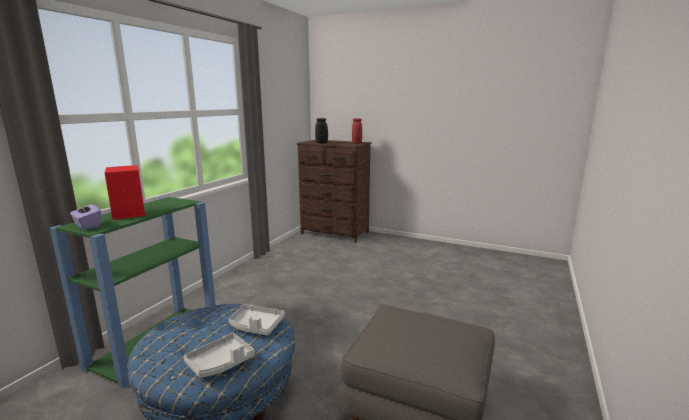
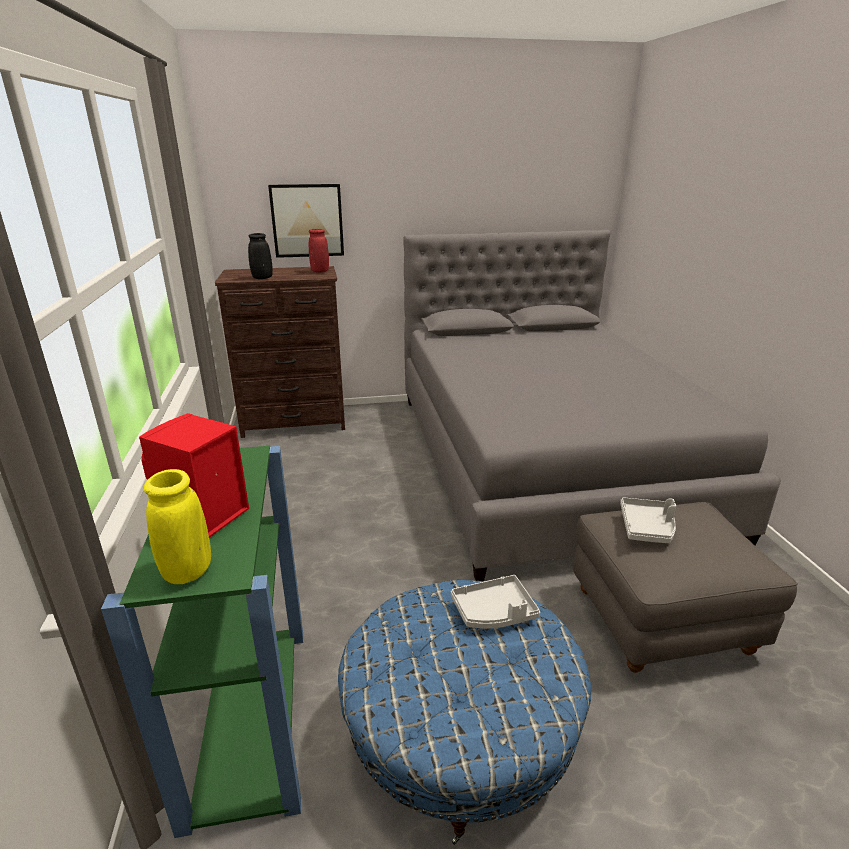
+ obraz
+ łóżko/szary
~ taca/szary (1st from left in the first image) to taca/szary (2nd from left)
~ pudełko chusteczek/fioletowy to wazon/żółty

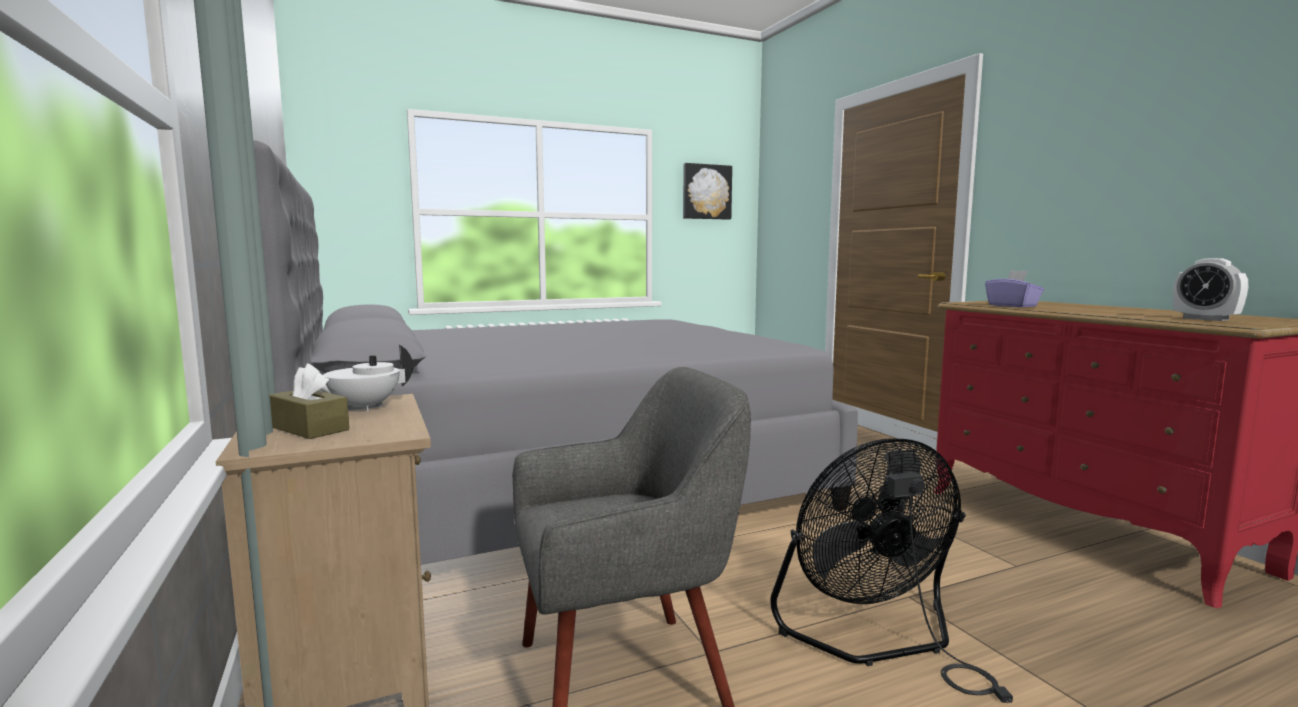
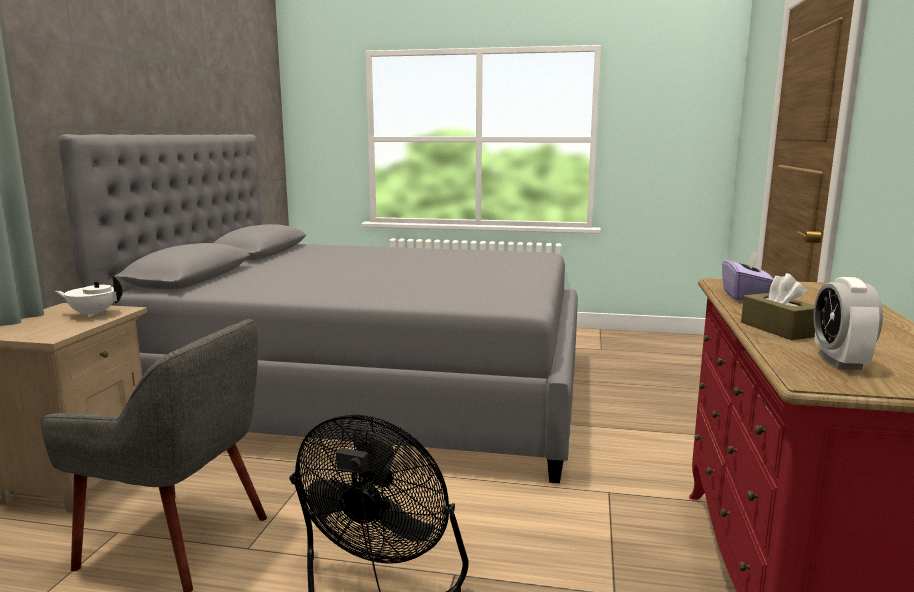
- obraz
~ pudełko chusteczek/brązowy

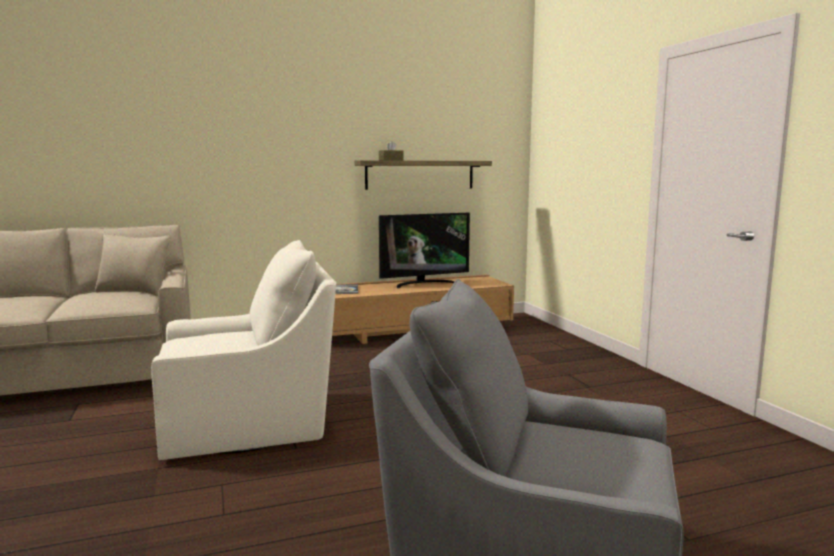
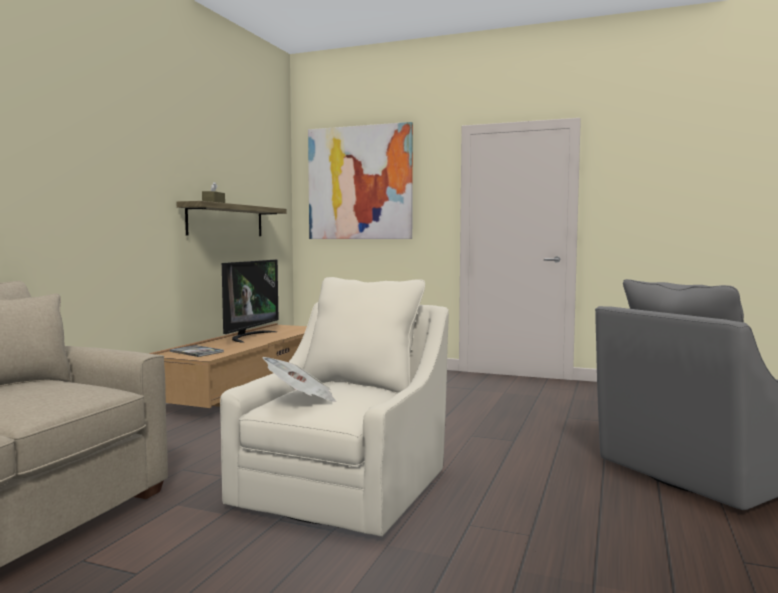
+ gazeta
+ obraz

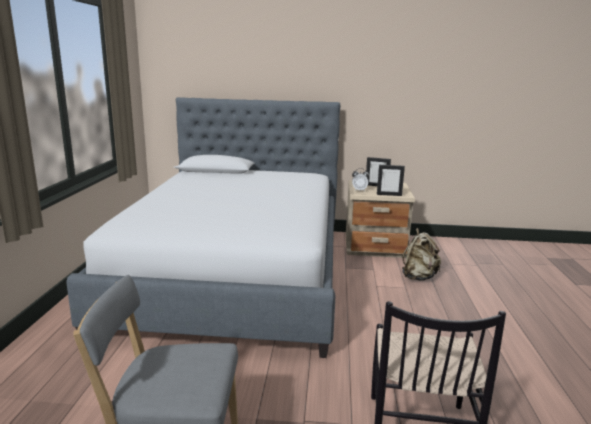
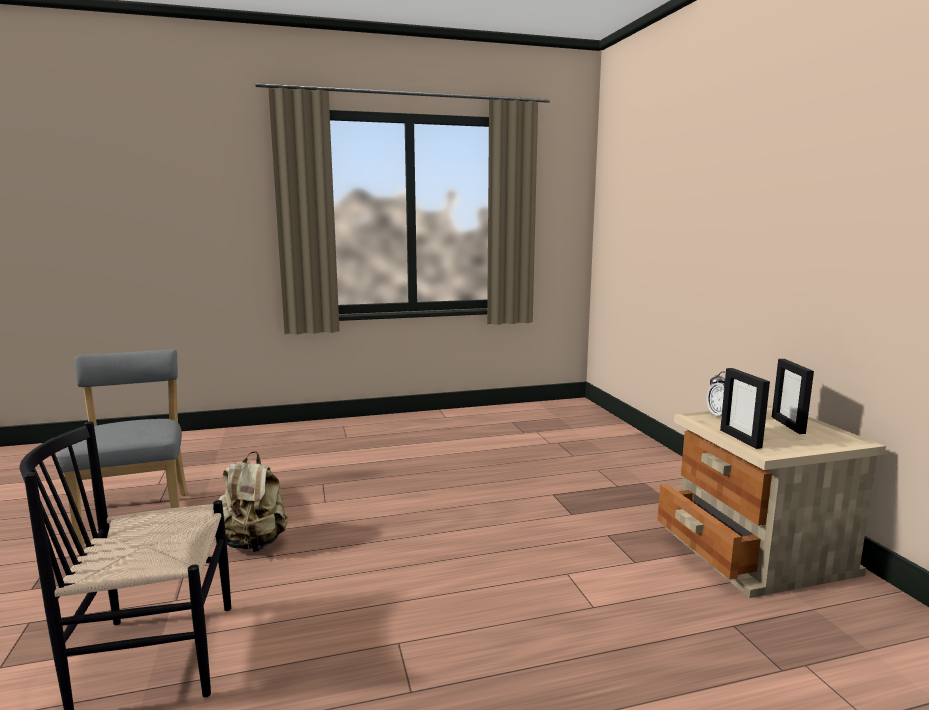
- łóżko
~ plecak/beżowy

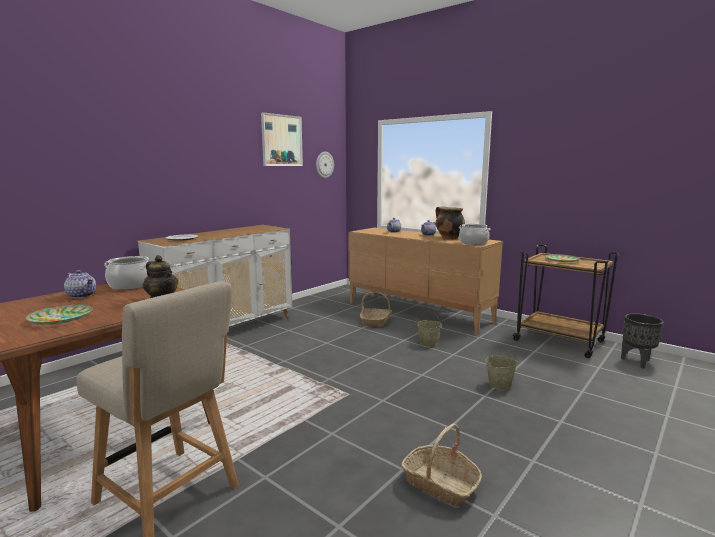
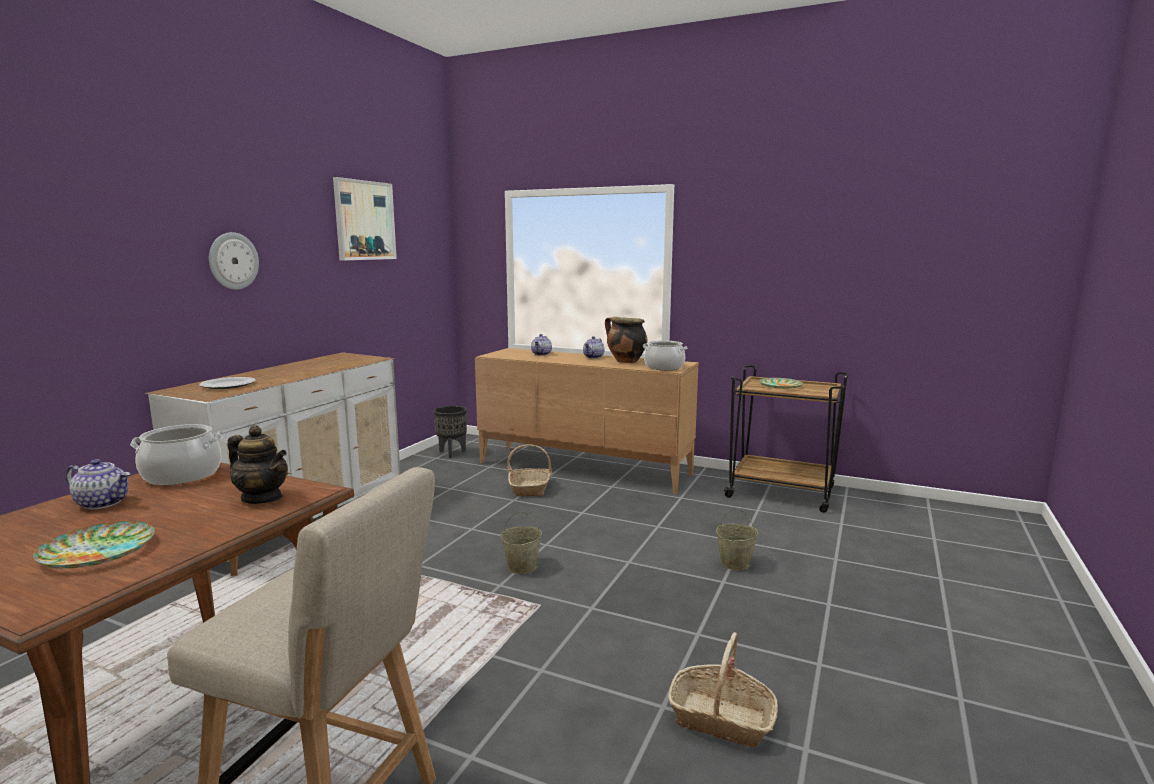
~ zegar ścienny
~ wiadro/beżowy (1st from left)
~ donica/czarny

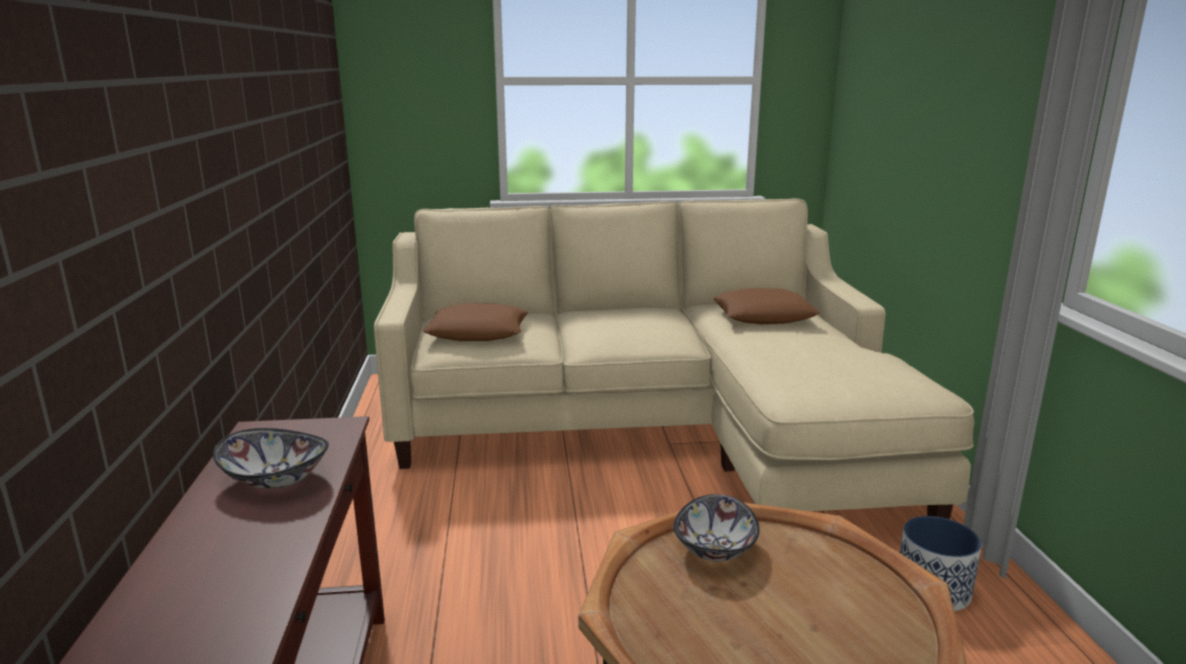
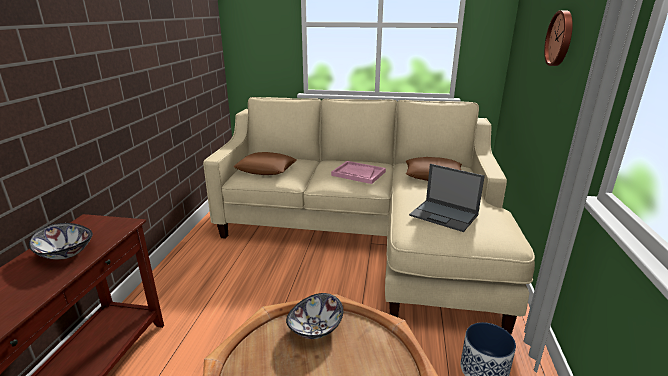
+ taca/różowy
+ laptop
+ zegar ścienny

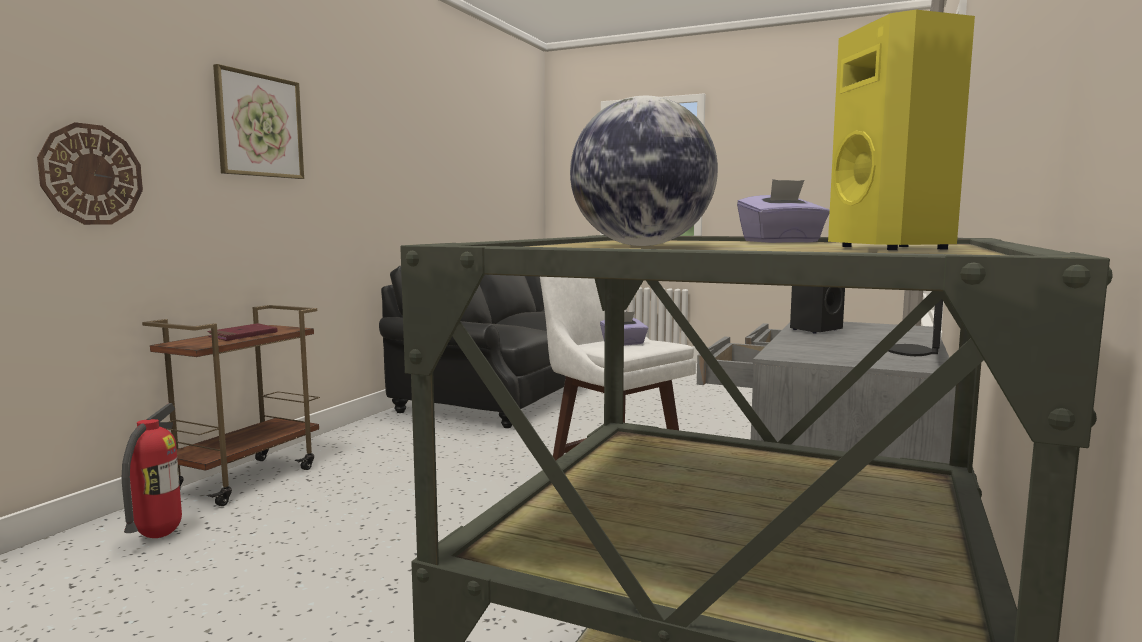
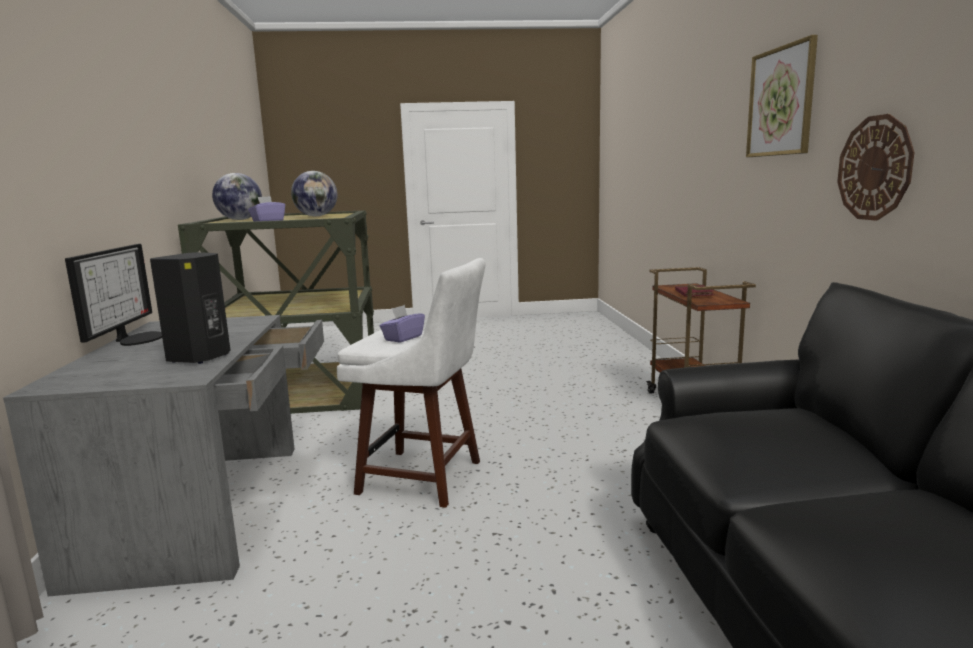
- gaśnica
~ zegar ścienny
~ głośnik/żółty to globus (1st from left)

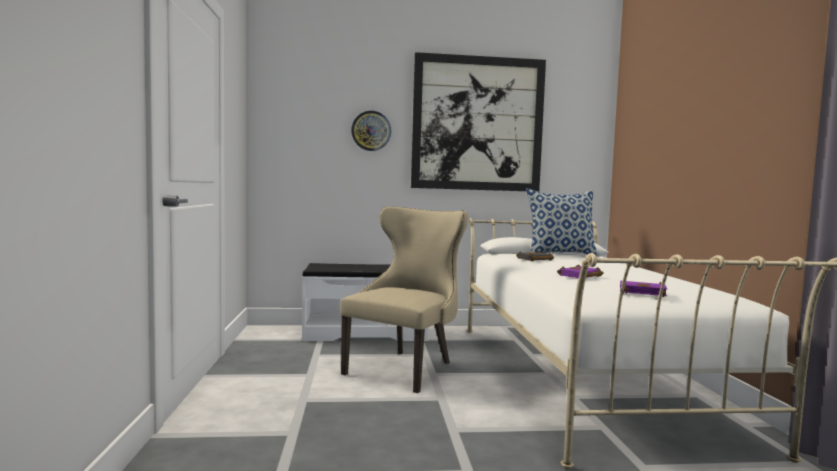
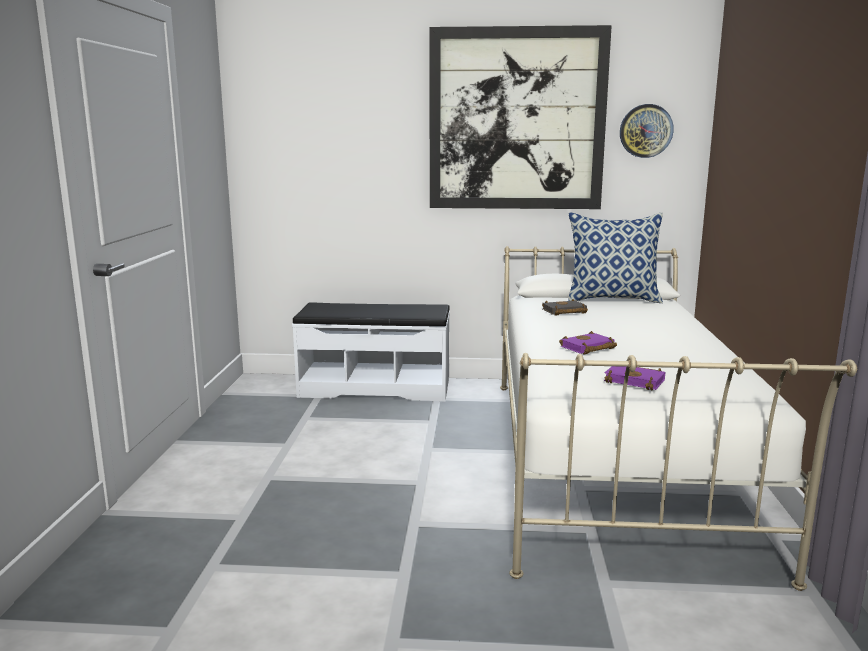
- krzesło/beżowy
~ zegar ścienny

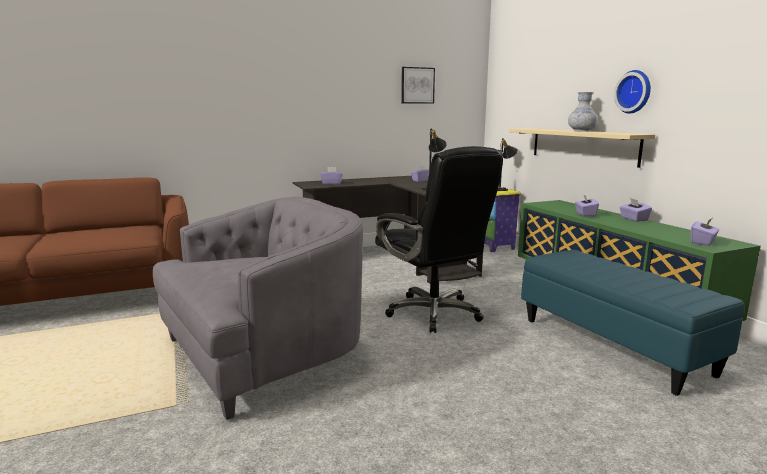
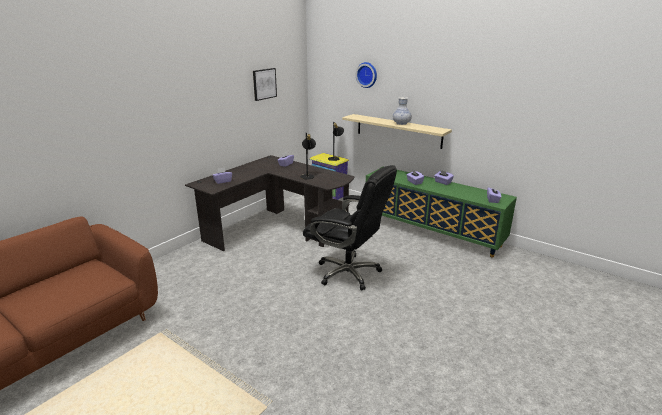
- fotel/szary
- pufa/niebieski
~ zegar ścienny

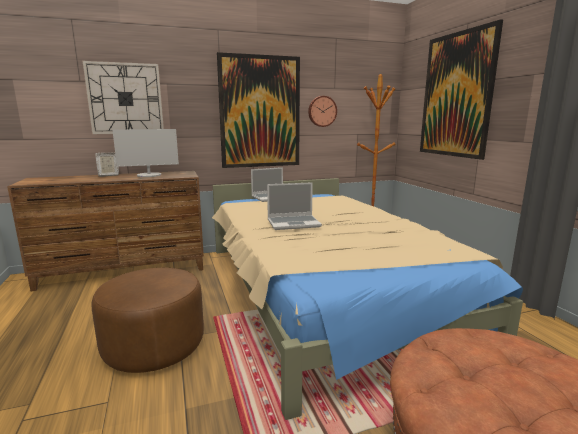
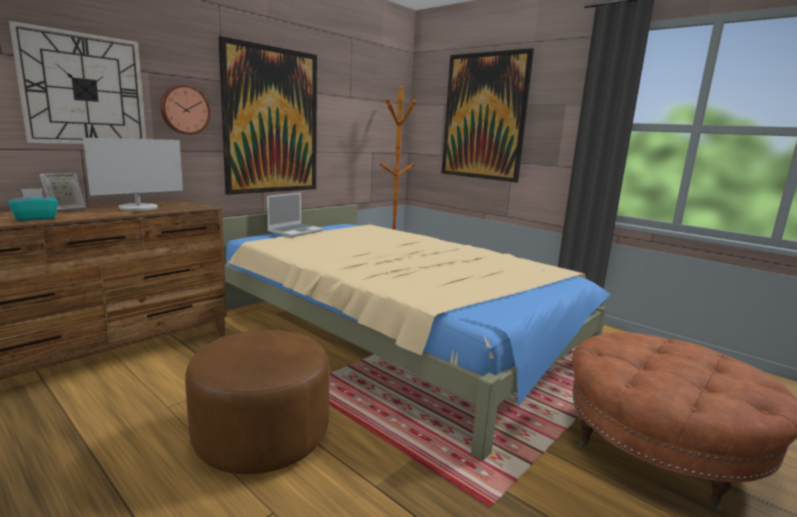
- laptop (2nd from left)
+ pudełko chusteczek/turkusowy
~ zegar ścienny (2nd from left)

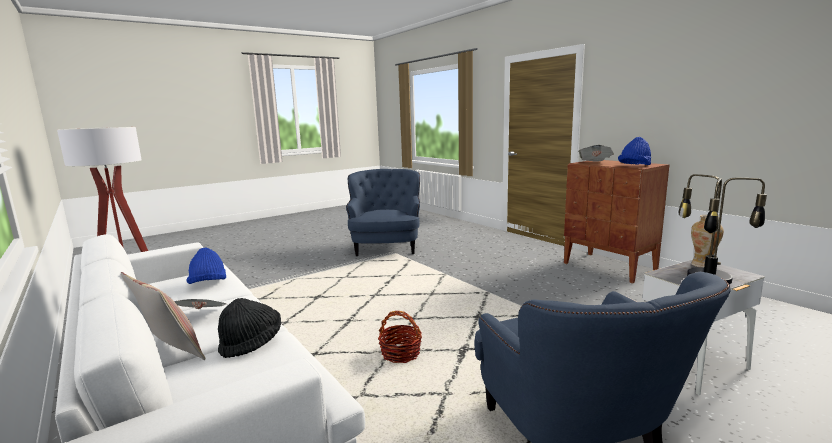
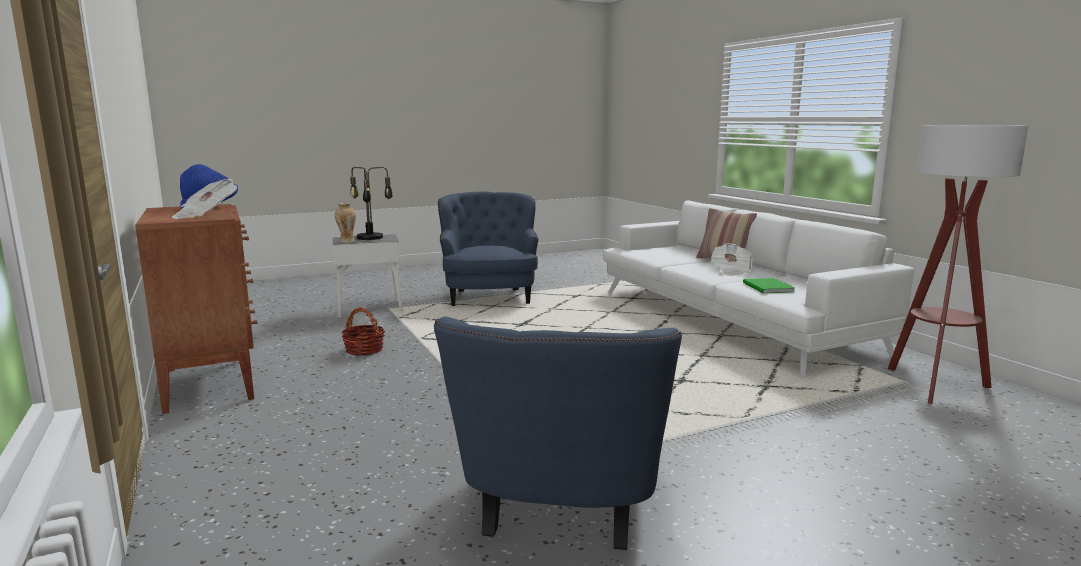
- kapelusz/czarny
~ koszyk
~ kapelusz/niebieski (1st from left) to książka/zielony

